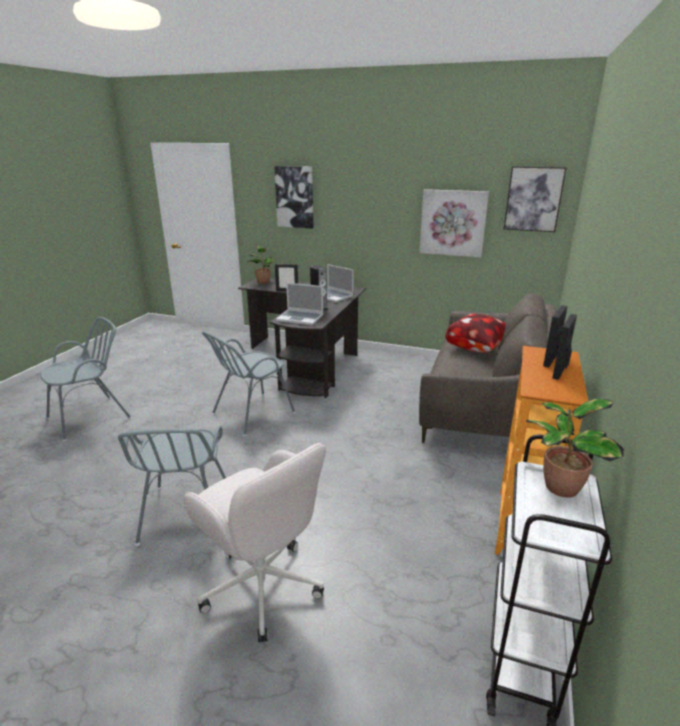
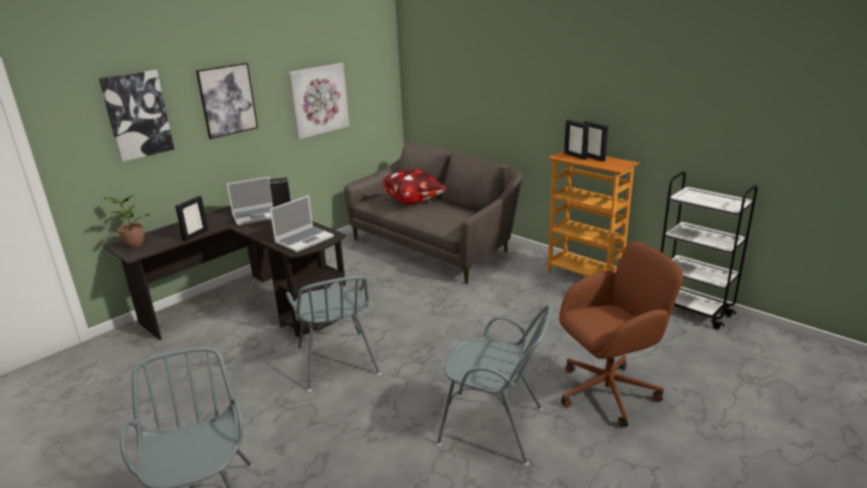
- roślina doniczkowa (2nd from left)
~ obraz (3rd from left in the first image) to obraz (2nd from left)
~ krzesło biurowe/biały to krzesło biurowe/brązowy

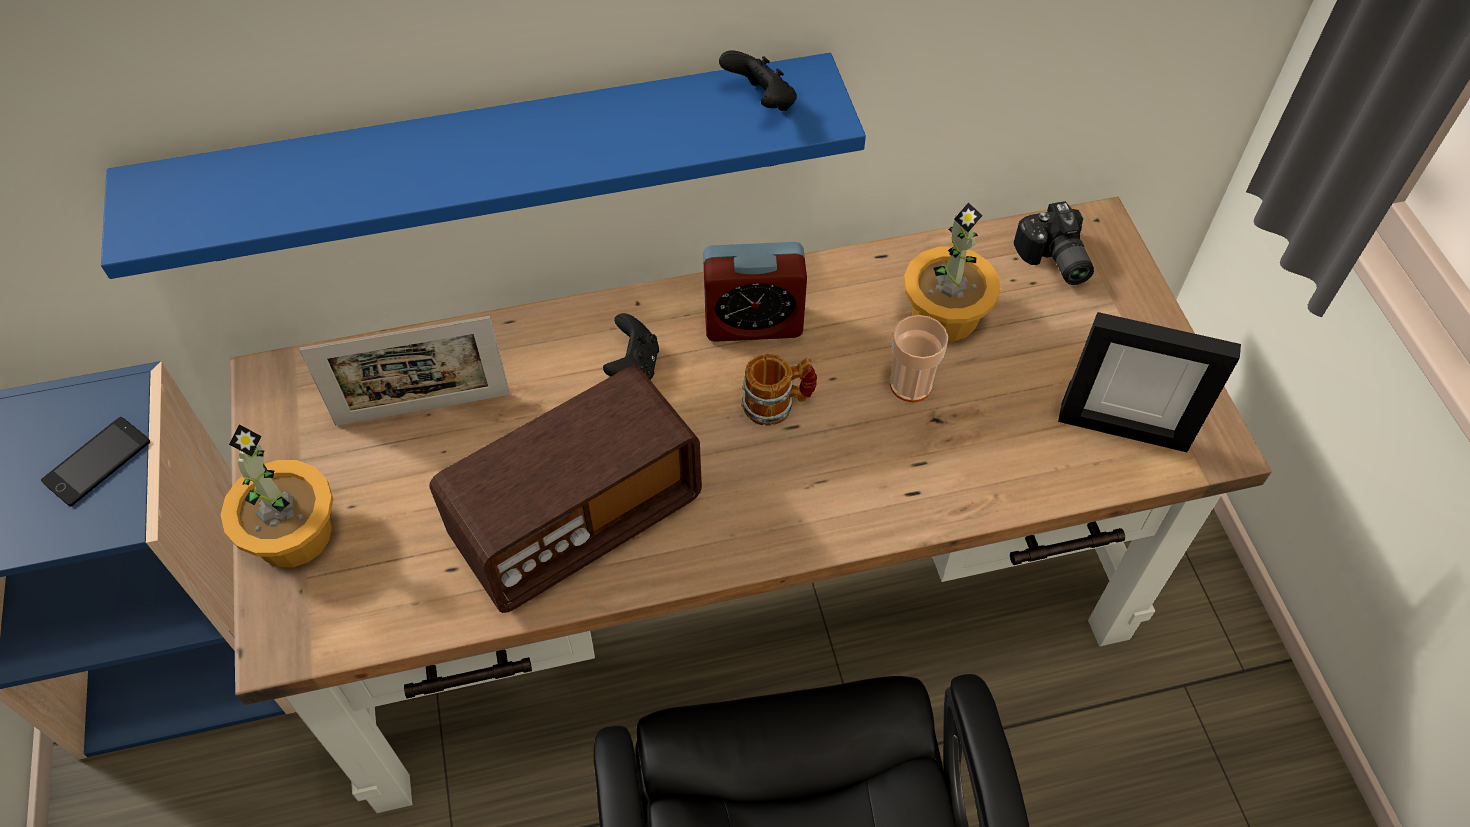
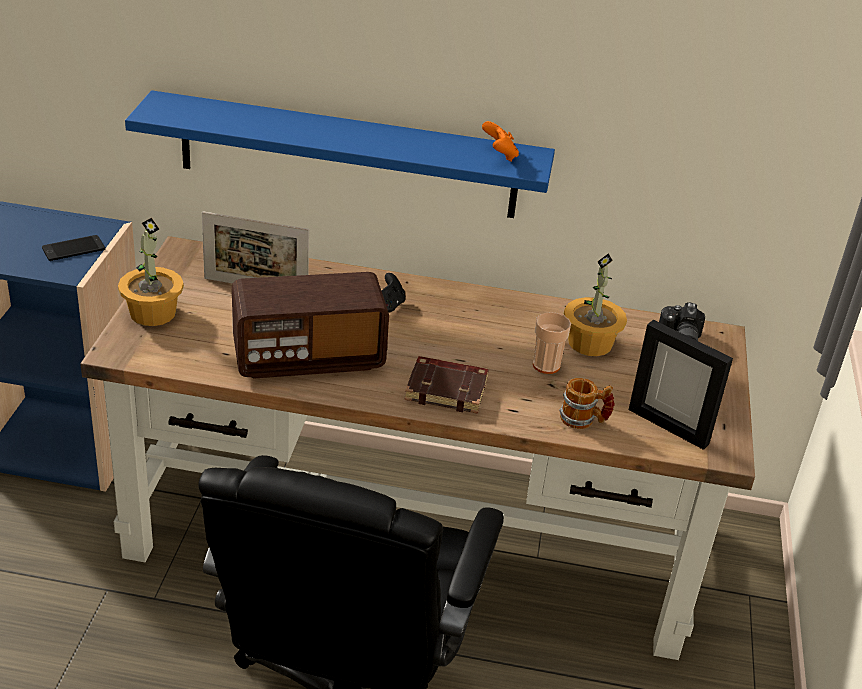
- budzik
+ książka/brązowy
~ kubek
~ pad do gier/czarny (2nd from left) to pad do gier/pomarańczowy

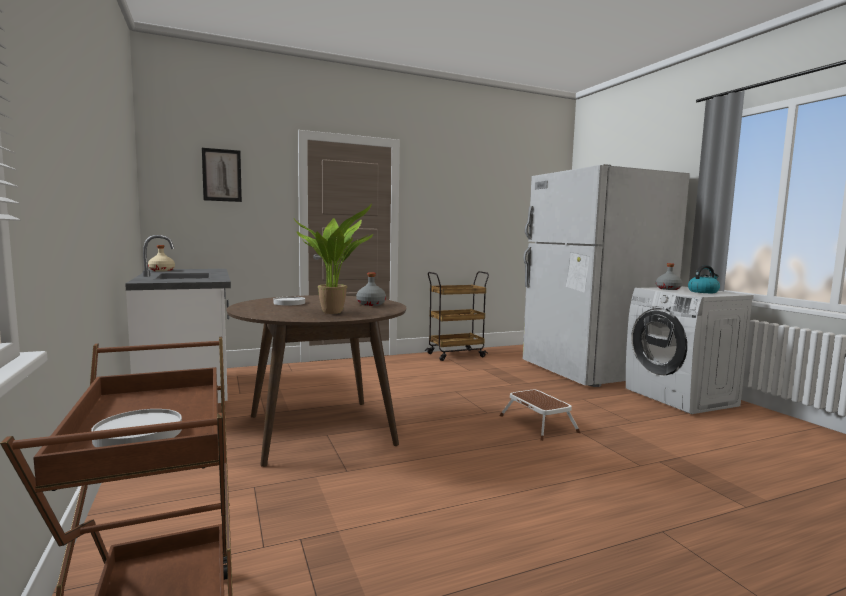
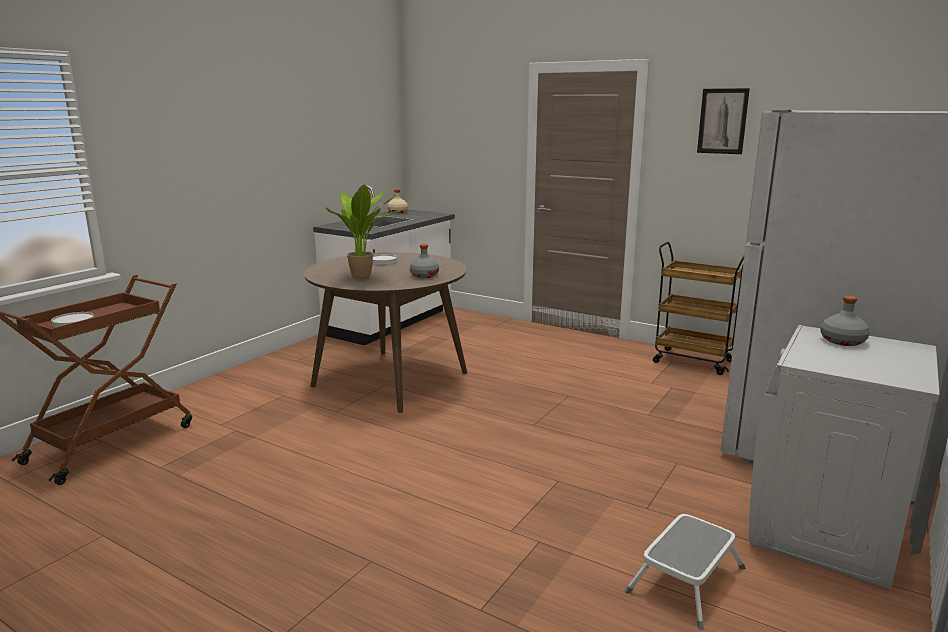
- drabinka/brązowy
- czajnik
+ drabinka/szary
~ obraz

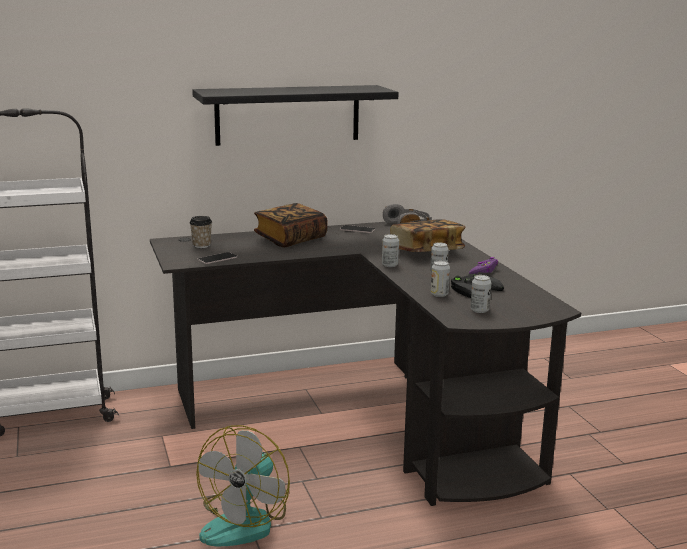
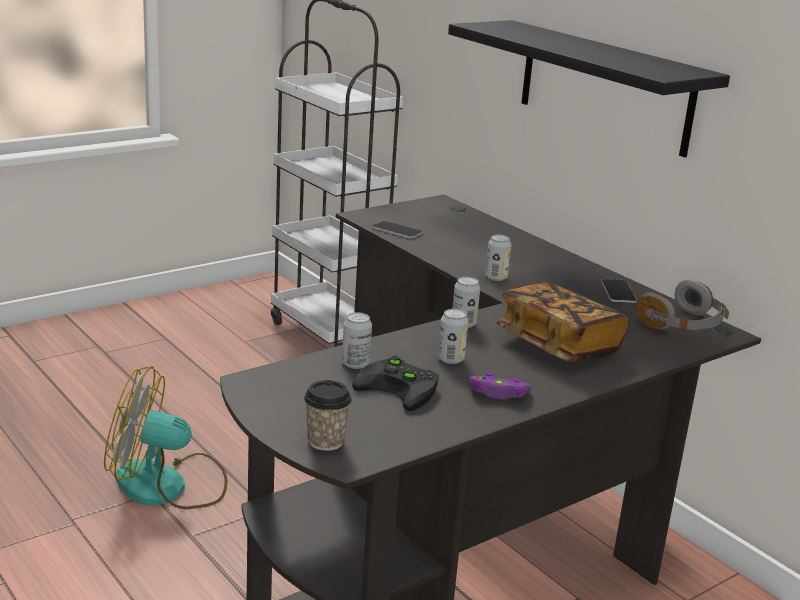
- książka (1st from left)
~ filiżanka
~ puszka (4th from left)

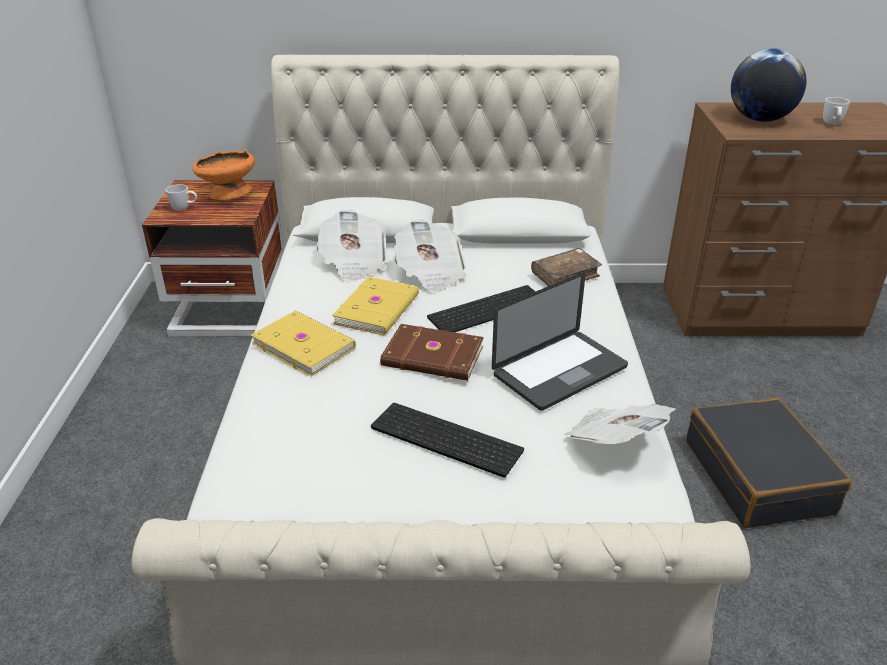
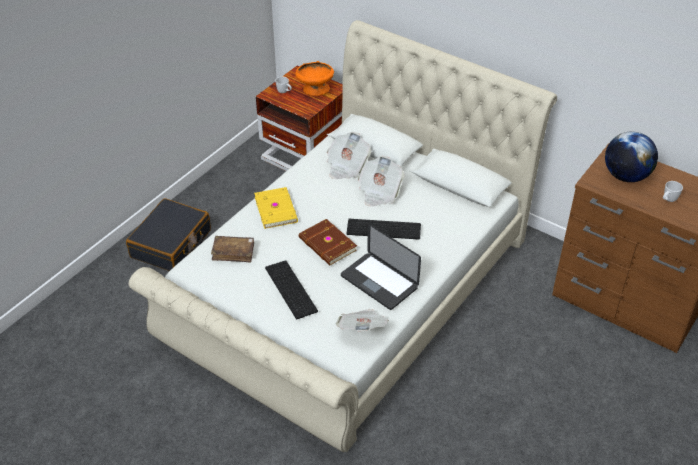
- książka/żółty (2nd from left)
~ książka/brązowy (2nd from left in the first image) to książka/brązowy (1st from left)
~ walizka/czarny
~ laptop 45 degrees clockwise

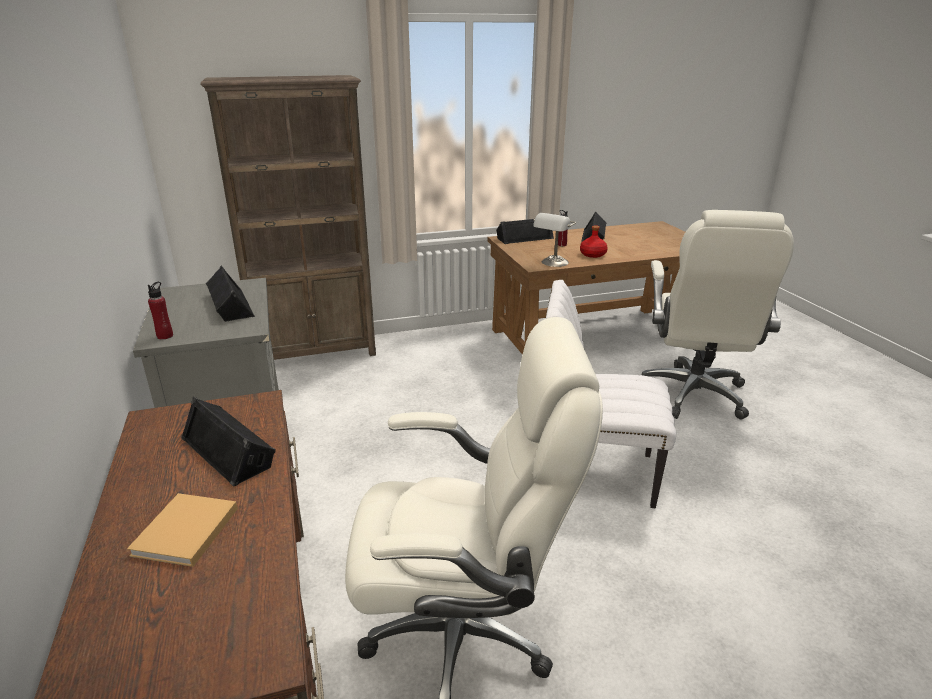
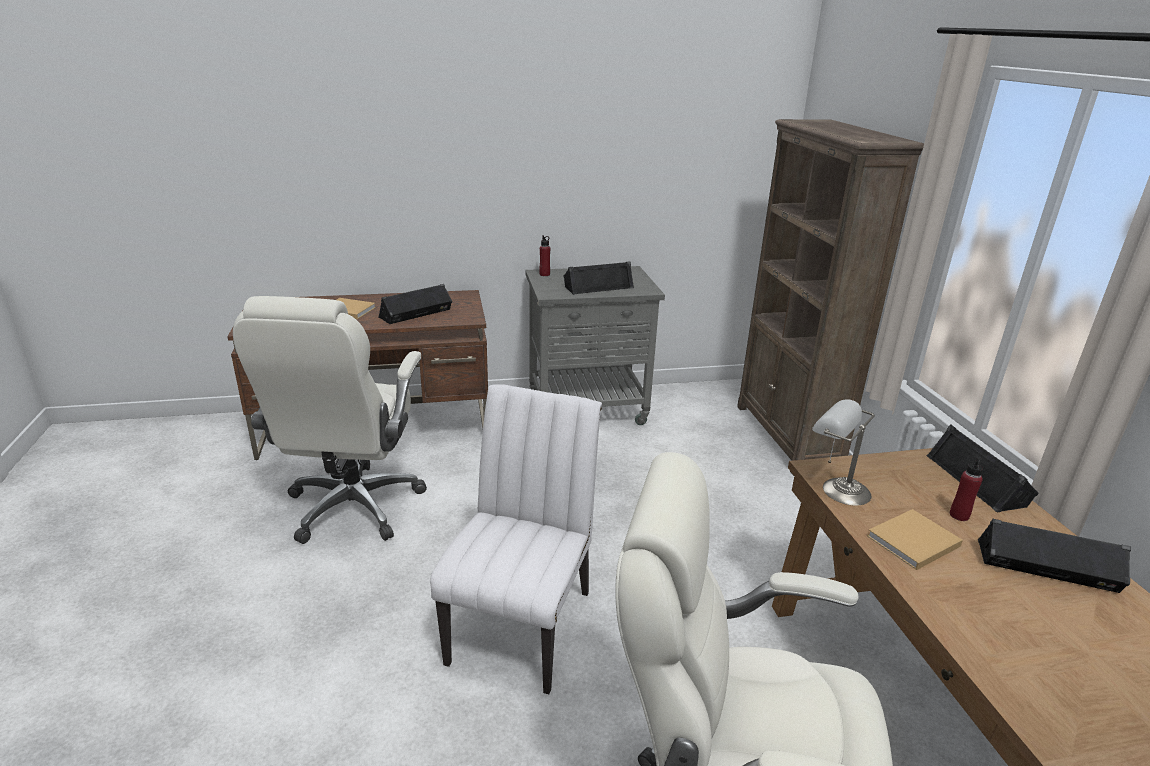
~ butelka/czerwony (3rd from left) to książka/beżowy (2nd from left)

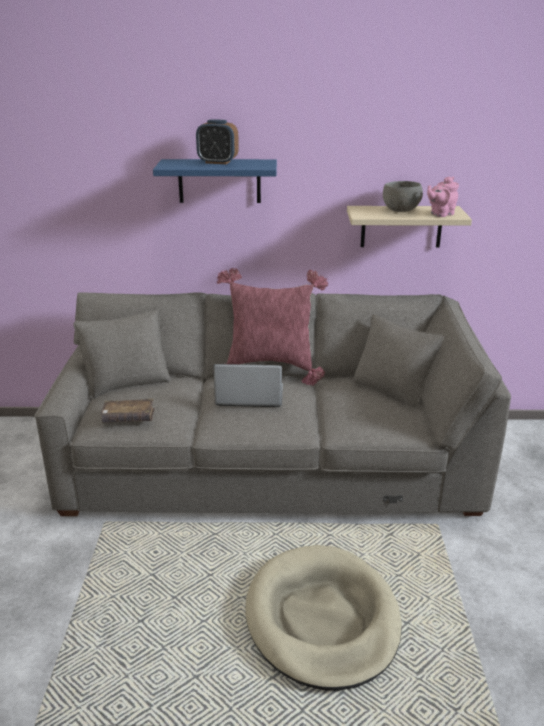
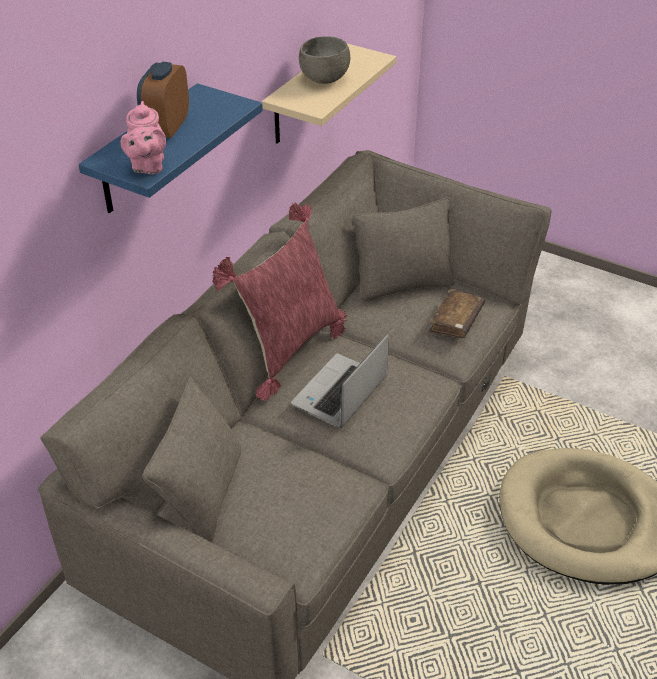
~ książka/brązowy
~ imbryk/różowy
~ budzik 150 degrees clockwise

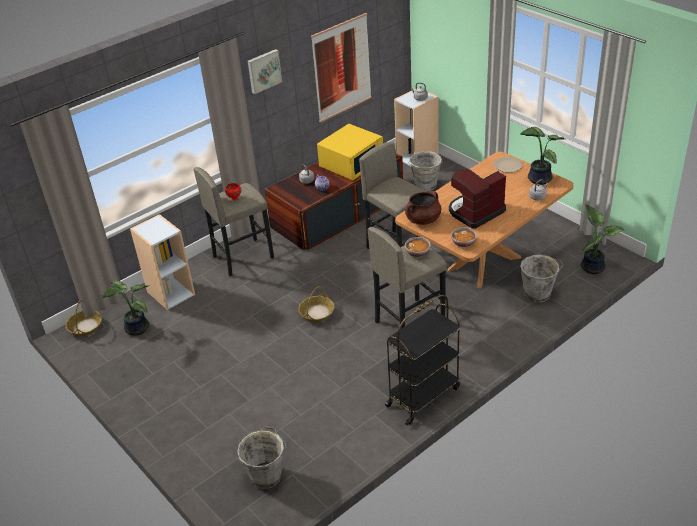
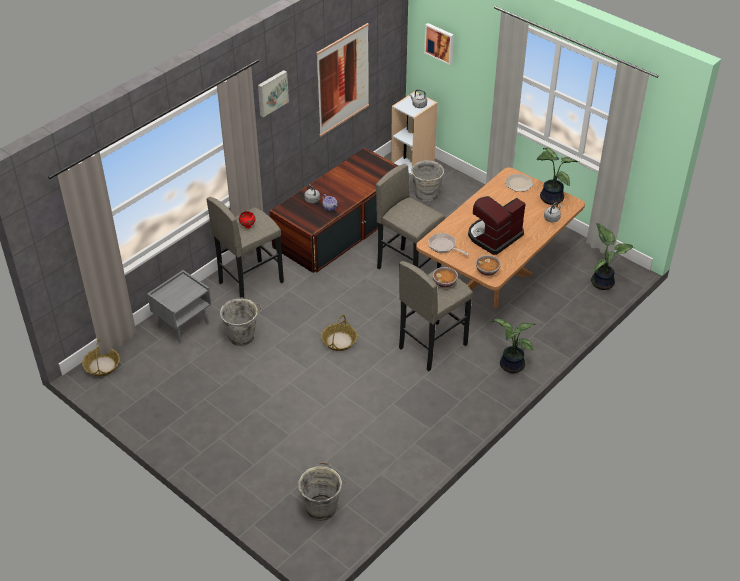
- mikrofalówka/żółty
- wózek/czarny
+ obraz (3rd from left)
~ roślina doniczkowa (1st from left)
~ wiadro/szary (3rd from left in the first image) to wiadro/szary (1st from left)
~ regał (1st from left) to szafka nocna/szary
~ garnek/brązowy to patelnia

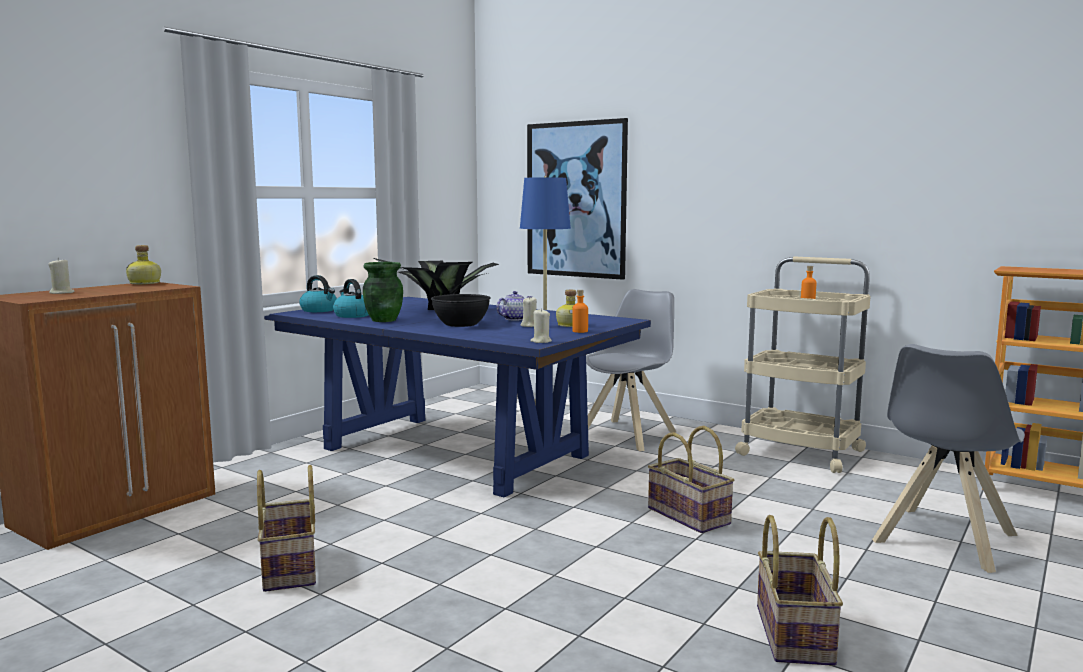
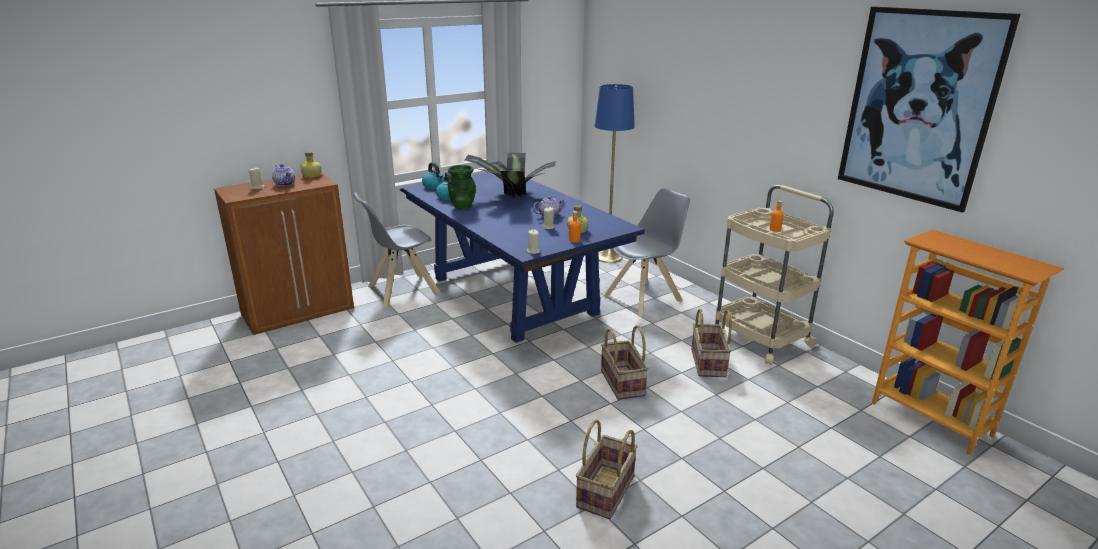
- miska/czarny
+ imbryk (1st from left)
~ koszyk (1st from left in the first image) to koszyk (3rd from left)
~ obraz
~ krzesło/szary (2nd from left in the first image) to krzesło/szary (1st from left)

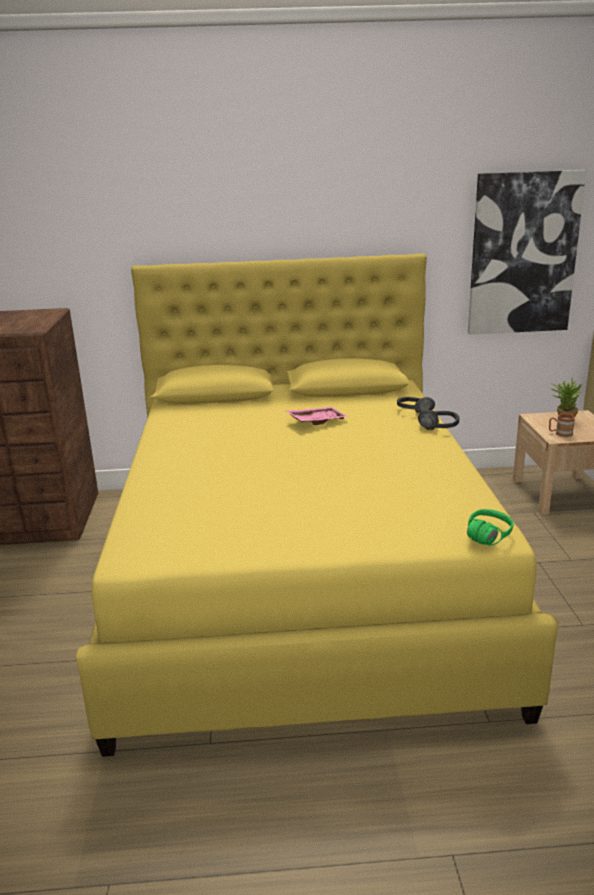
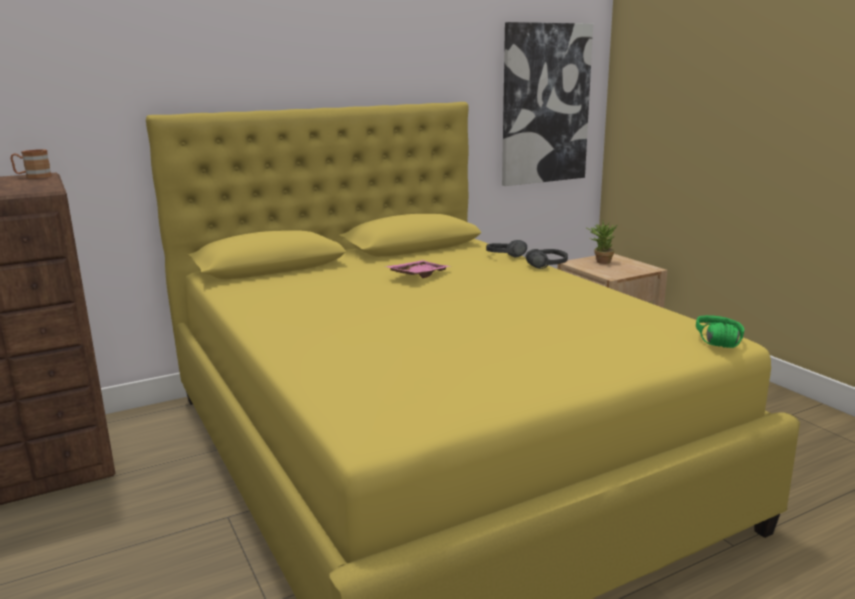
~ kubek/brązowy

